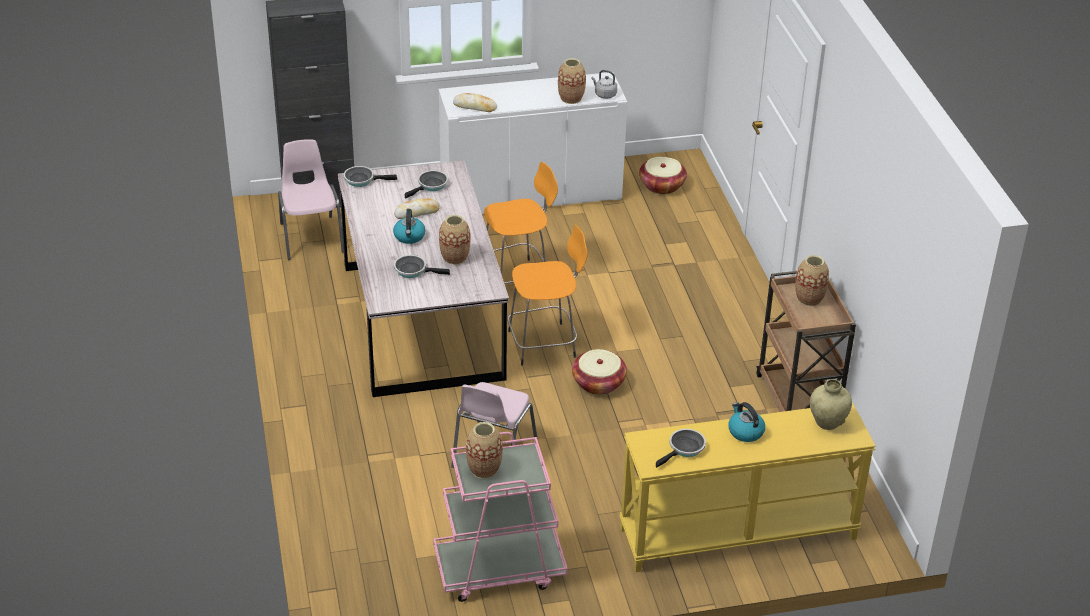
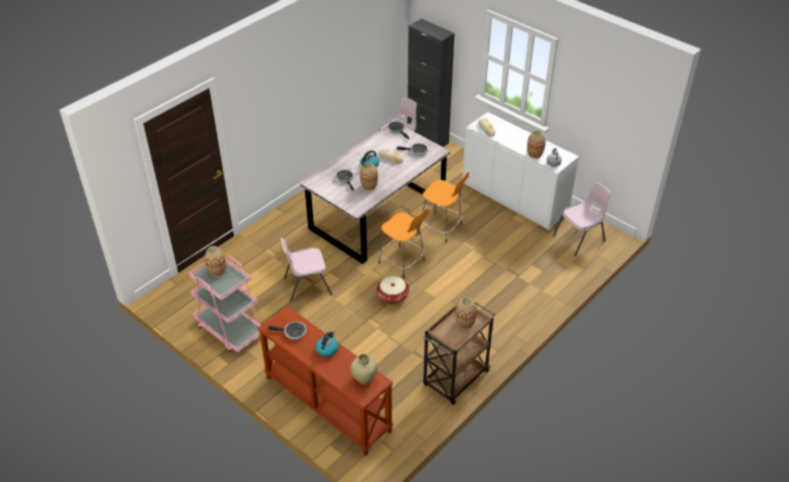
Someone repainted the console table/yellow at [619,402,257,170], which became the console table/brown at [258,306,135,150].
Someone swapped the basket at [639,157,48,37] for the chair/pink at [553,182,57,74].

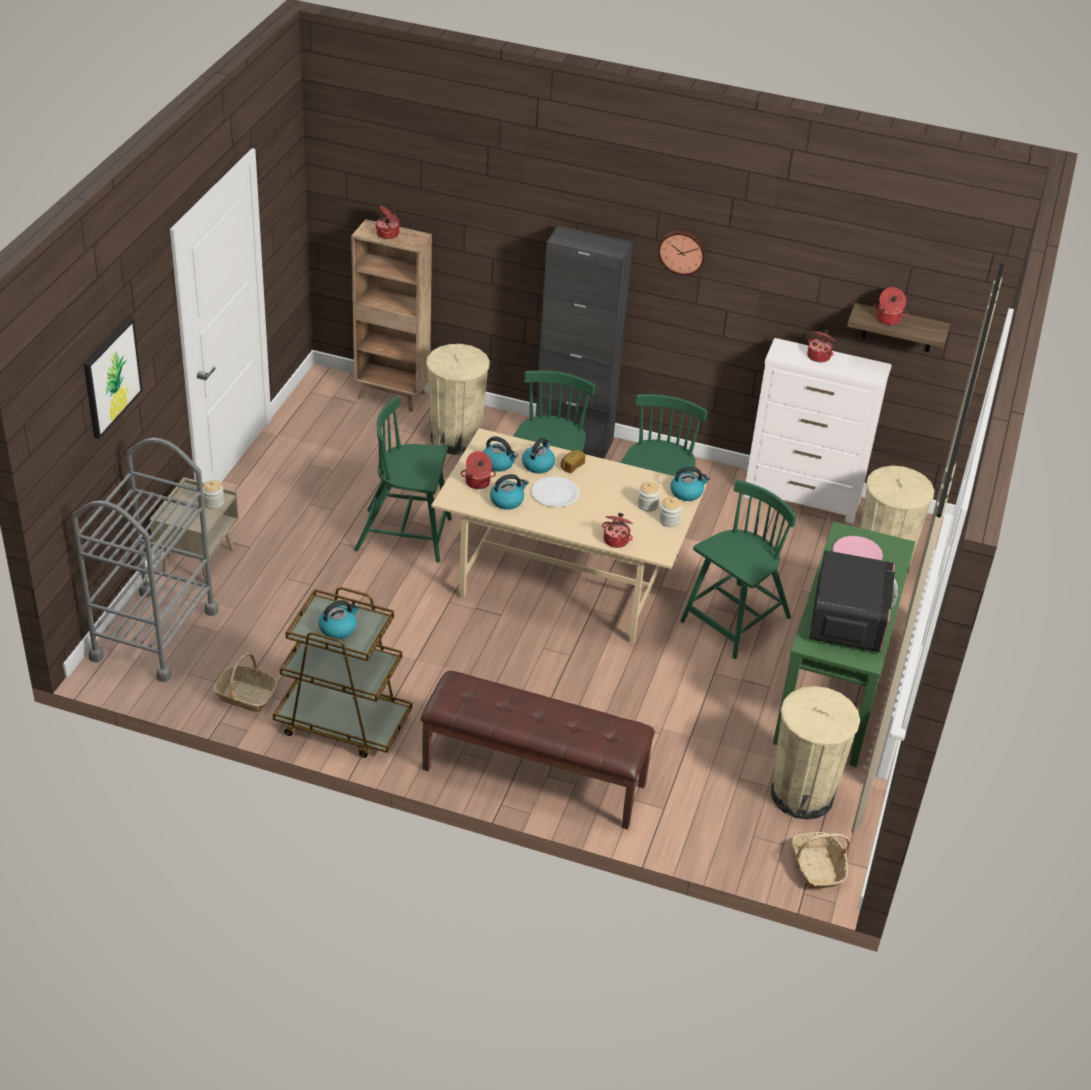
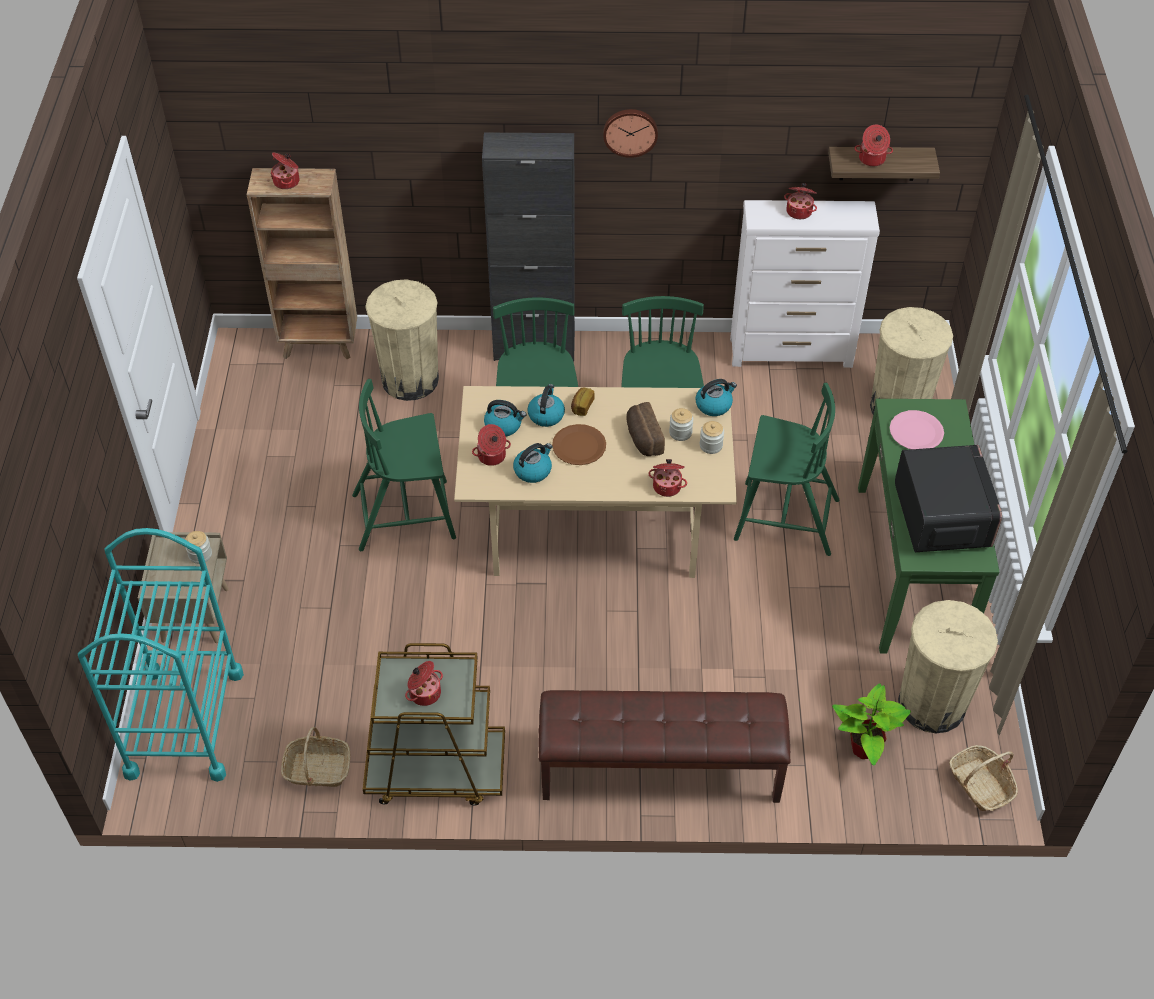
Someone repainted the cart/grey at [71,438,148,244], which became the cart/turquoise at [78,528,166,254].
Someone took away the picture at [84,317,59,122].
Someone swapped the kettle at [319,600,41,39] for the cooking pot at [405,661,38,45].
Someone repainted the plate/white at [531,476,49,31], which became the plate/brown at [552,424,54,41].
Someone rotated the chair/green at [680,480,117,179] by 75 degrees clockwise.
Someone put down the bread at [626,402,39,54].
Someone put down the potted plant at [832,683,79,83].

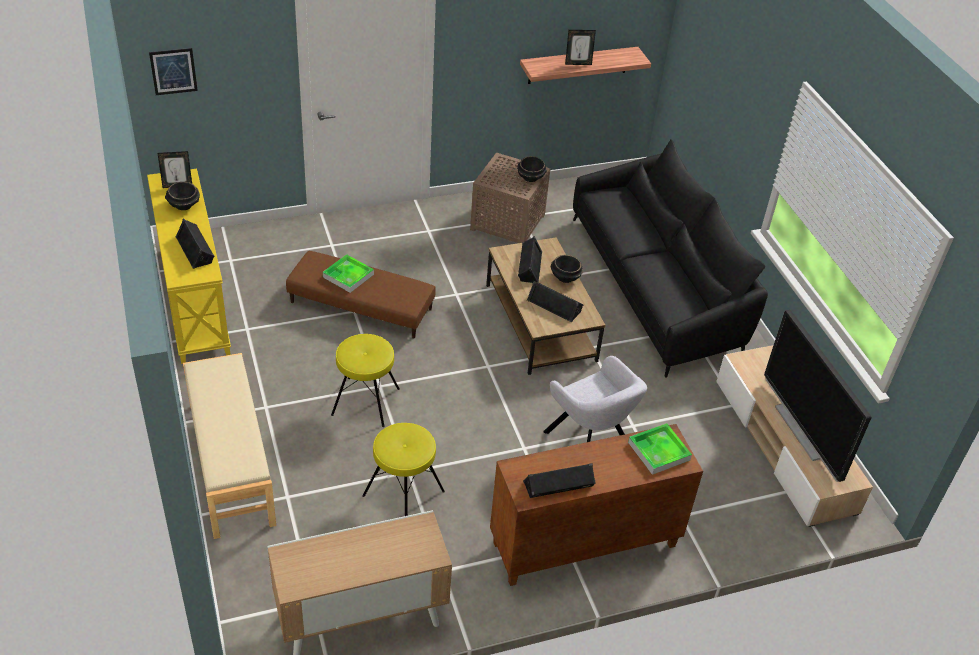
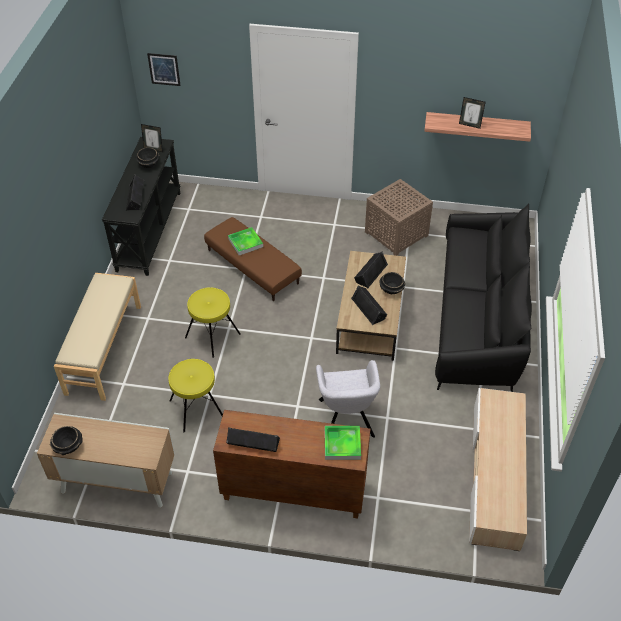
Someone repainted the console table/yellow at [147,169,84,195], which became the console table/black at [102,137,78,139].
Someone carried the bowl/black from [517,156,30,26] to [50,426,33,29].
Someone took away the television at [764,310,107,172].

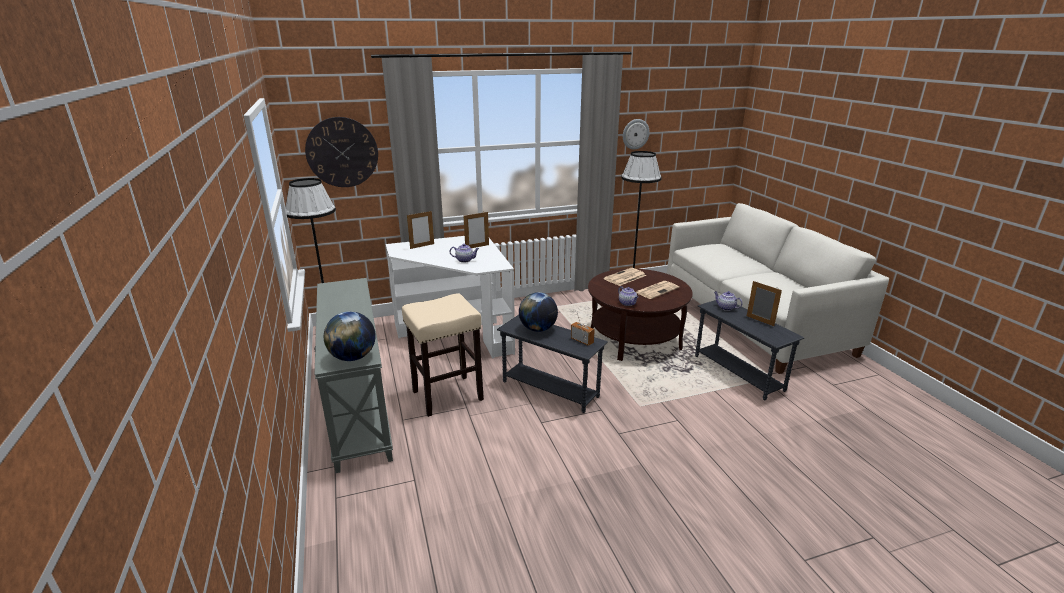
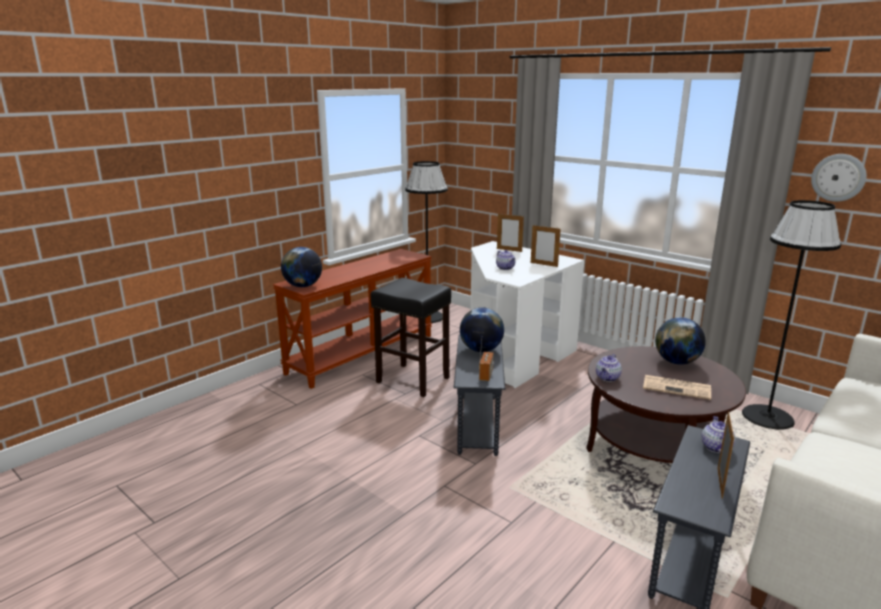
Someone took away the wall clock at [305,117,73,70].
Someone repainted the console table/grey at [315,278,78,195], which became the console table/brown at [273,249,159,140].
Someone repainted the stool/beige at [402,293,82,124], which became the stool/black at [370,278,81,119].
Someone swapped the newspaper at [604,268,42,18] for the globe at [655,317,51,48].

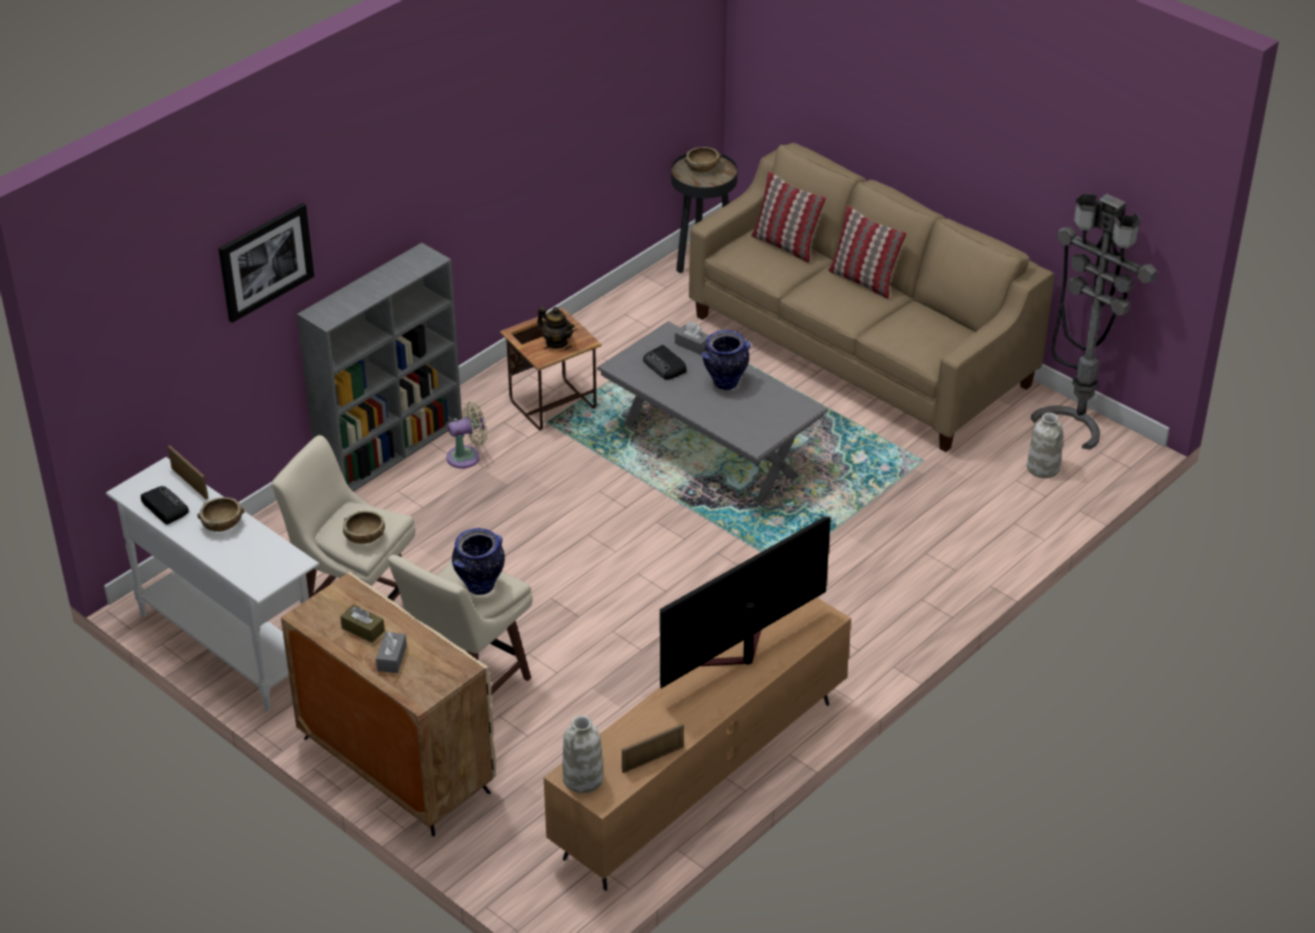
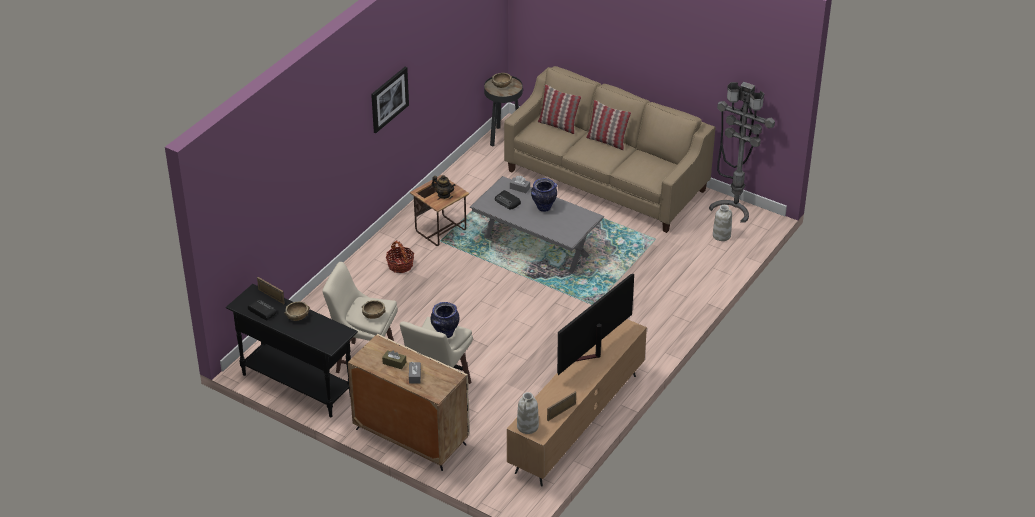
Someone repainted the console table/white at [106,457,213,254], which became the console table/black at [226,284,132,133].
Someone carried the picture from [218,203,96,120] to [371,66,38,67].
Someone took away the bookcase/grey at [297,243,165,249].
Someone swapped the fan/beige at [446,402,41,66] for the basket at [386,240,28,33].

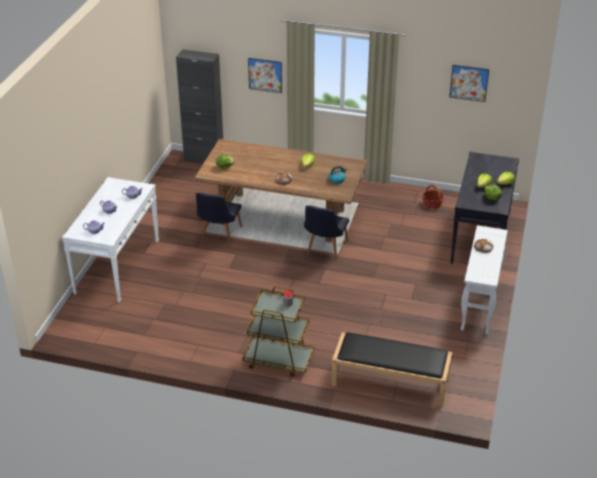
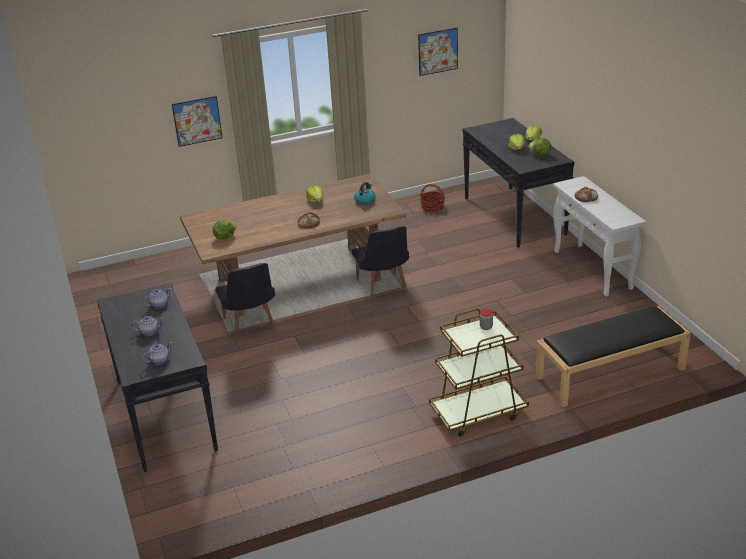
Someone repainted the console table/white at [62,177,97,126], which became the console table/black at [97,282,121,190].
Someone took away the cabinet/black at [176,49,47,115].

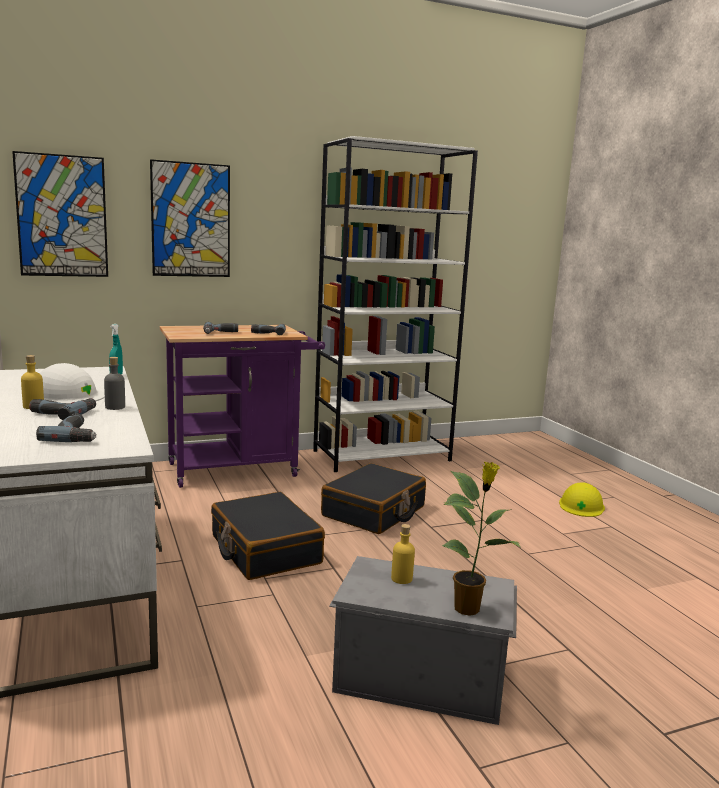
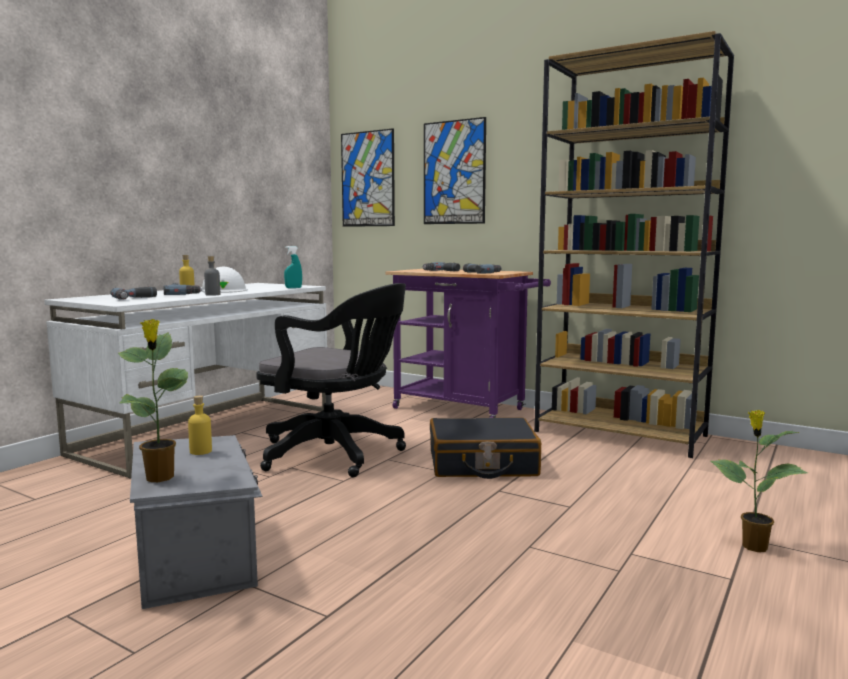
Someone swapped the suitcase/black at [211,492,114,88] for the office chair/black at [257,283,149,194].
Someone repainted the bookcase/white at [313,136,165,336], which became the bookcase/brown at [534,31,200,427].
Someone swapped the hard hat/yellow at [559,482,46,35] for the potted plant at [710,410,98,142].

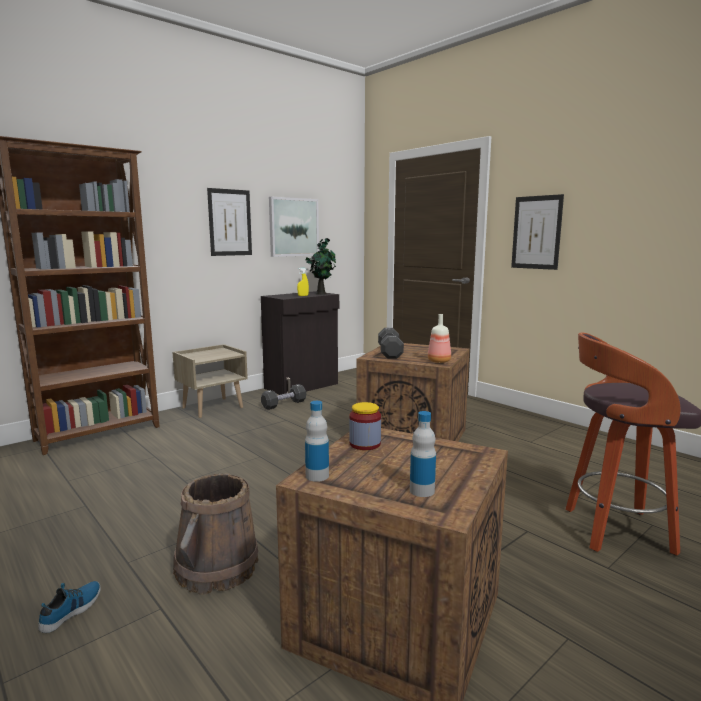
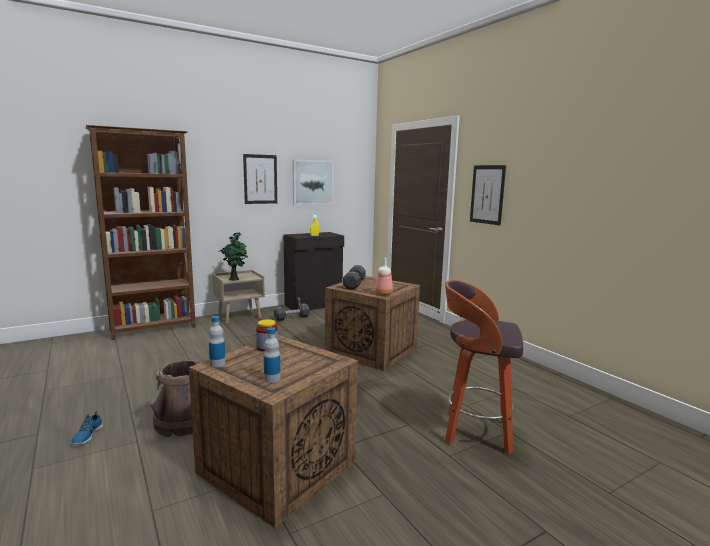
Someone rotated the shoe at [38,581,63,52] by 150 degrees clockwise.
Someone carried the potted plant from [305,238,32,57] to [220,232,28,49].

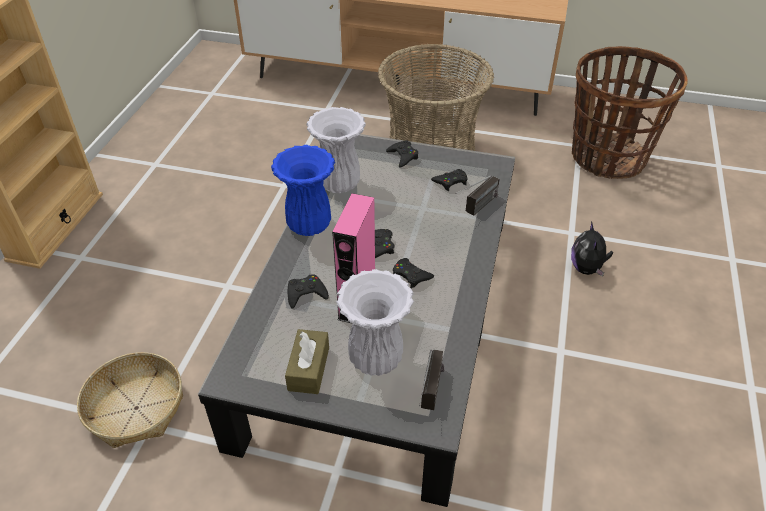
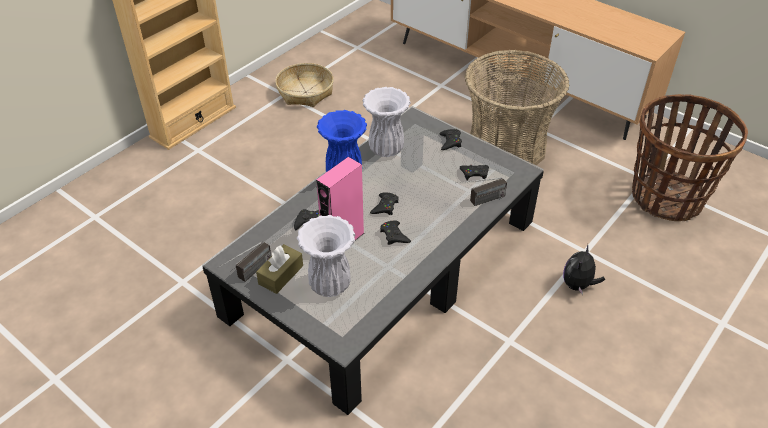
Someone carried the basket from [77,352,106,96] to [275,63,59,44].
Someone carried the radio from [419,350,26,60] to [218,242,53,40].

